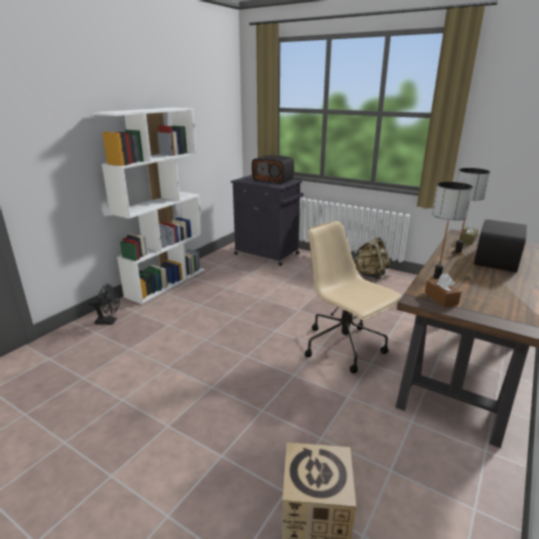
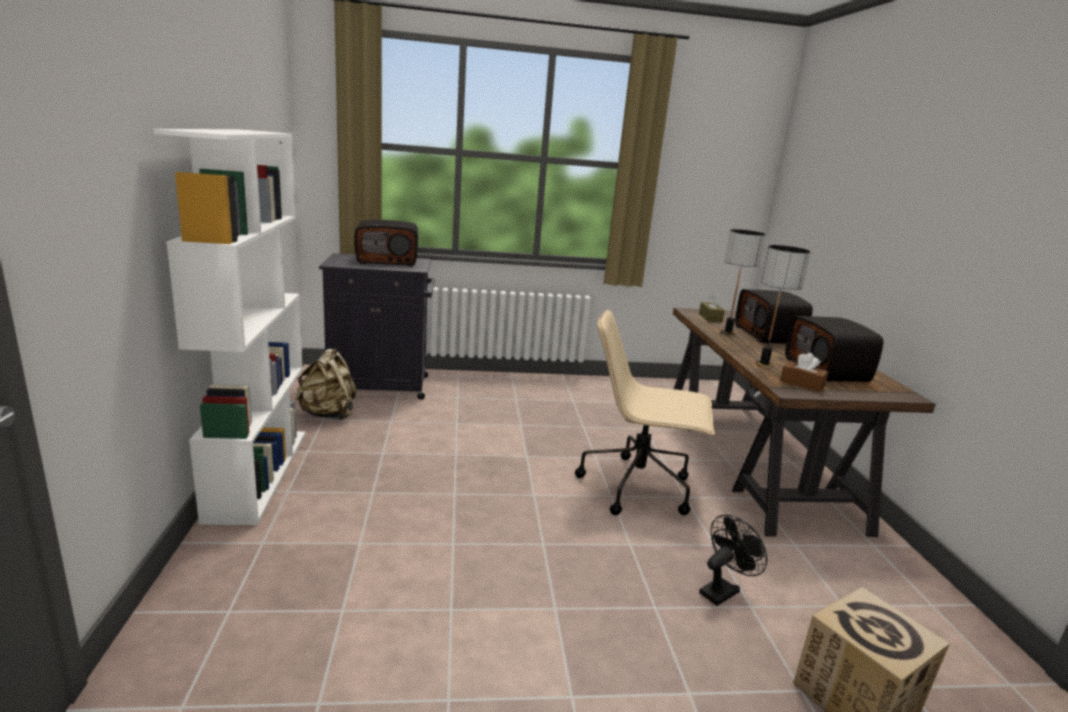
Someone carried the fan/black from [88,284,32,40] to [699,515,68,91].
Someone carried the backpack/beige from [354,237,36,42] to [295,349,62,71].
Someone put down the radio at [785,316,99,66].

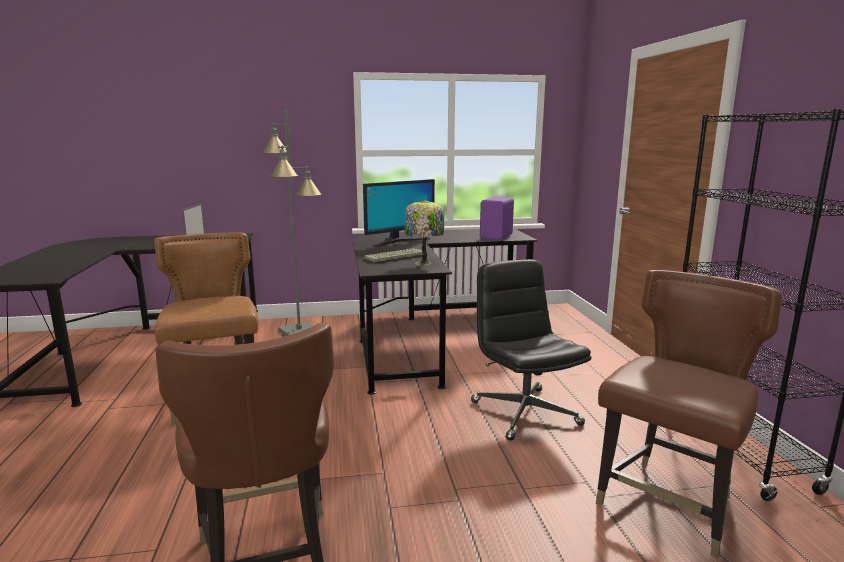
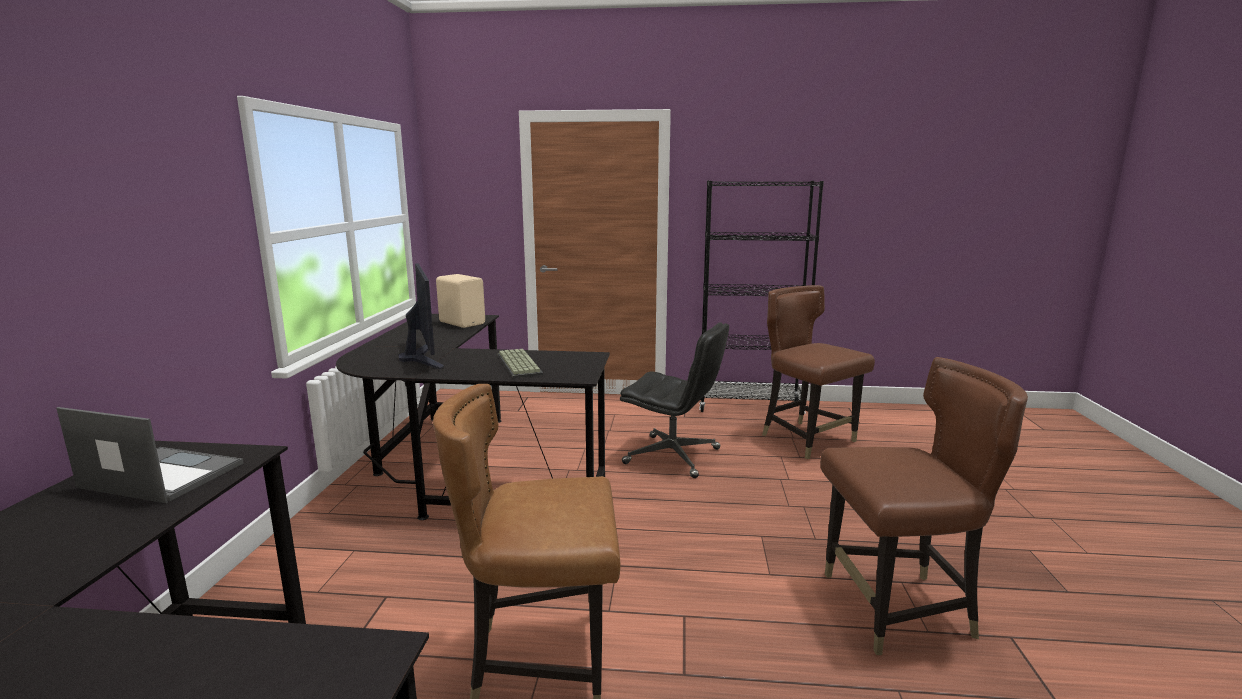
Someone took away the floor lamp/grey at [262,110,59,226].
Someone took away the table lamp at [405,200,40,66].
Someone rotated the office chair/black at [471,259,120,182] by 150 degrees counterclockwise.
Someone repainted the speaker/purple at [480,197,34,43], which became the speaker/beige at [436,274,49,54].

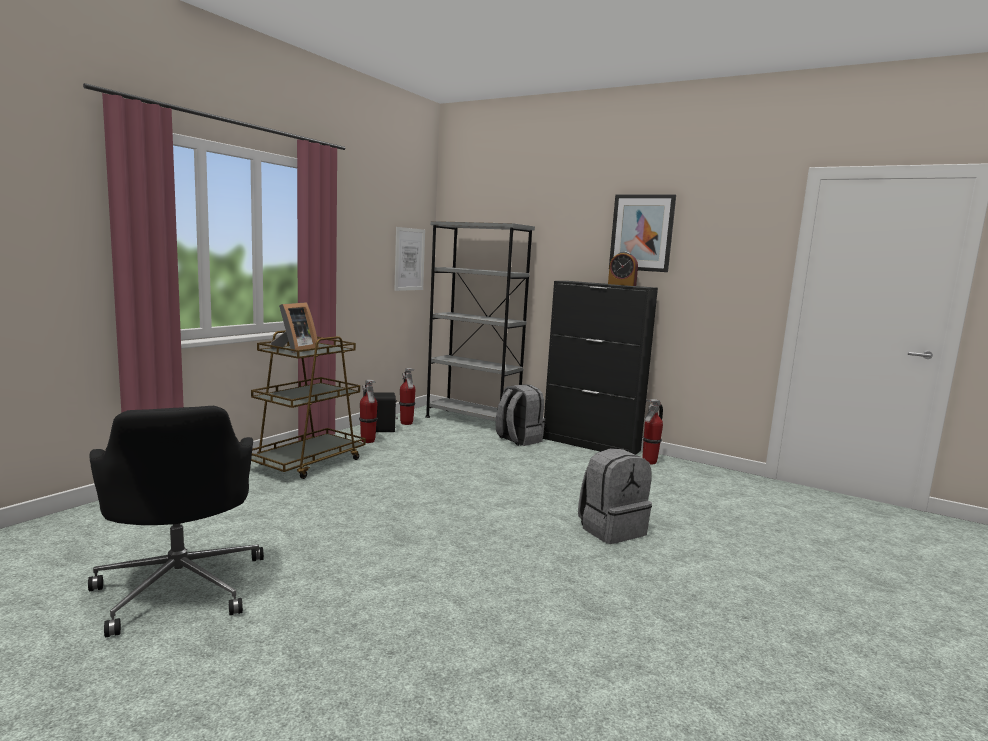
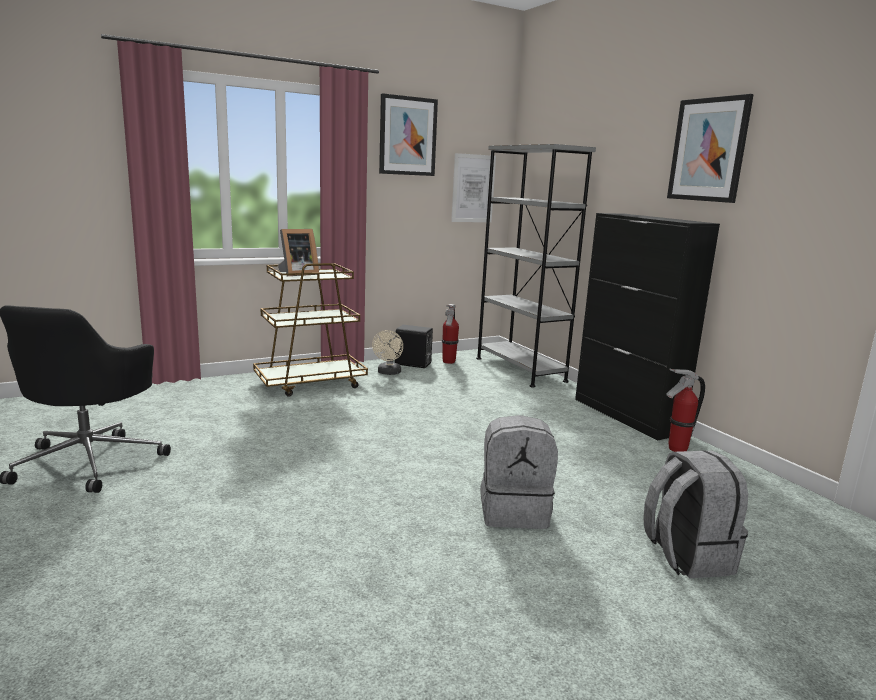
Someone swapped the fire extinguisher at [359,380,19,63] for the fan/beige at [372,330,31,45].
Someone carried the backpack/grey from [496,384,49,62] to [643,450,105,128].
Someone took away the alarm clock at [608,252,30,34].
Someone put up the picture at [379,93,59,83].

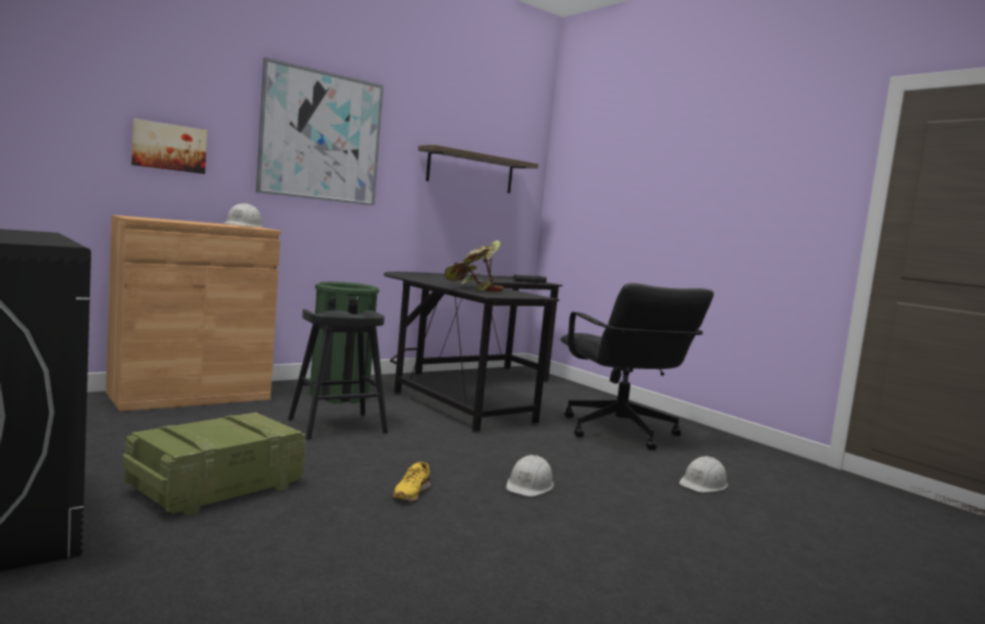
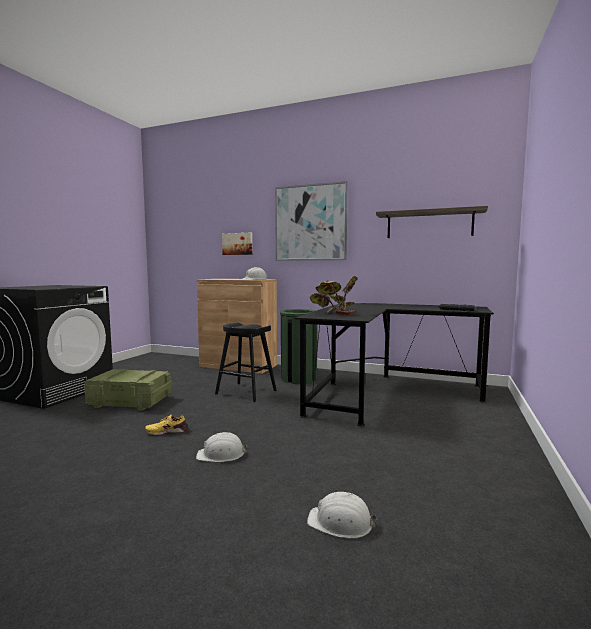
Someone took away the office chair/black at [560,283,154,167].

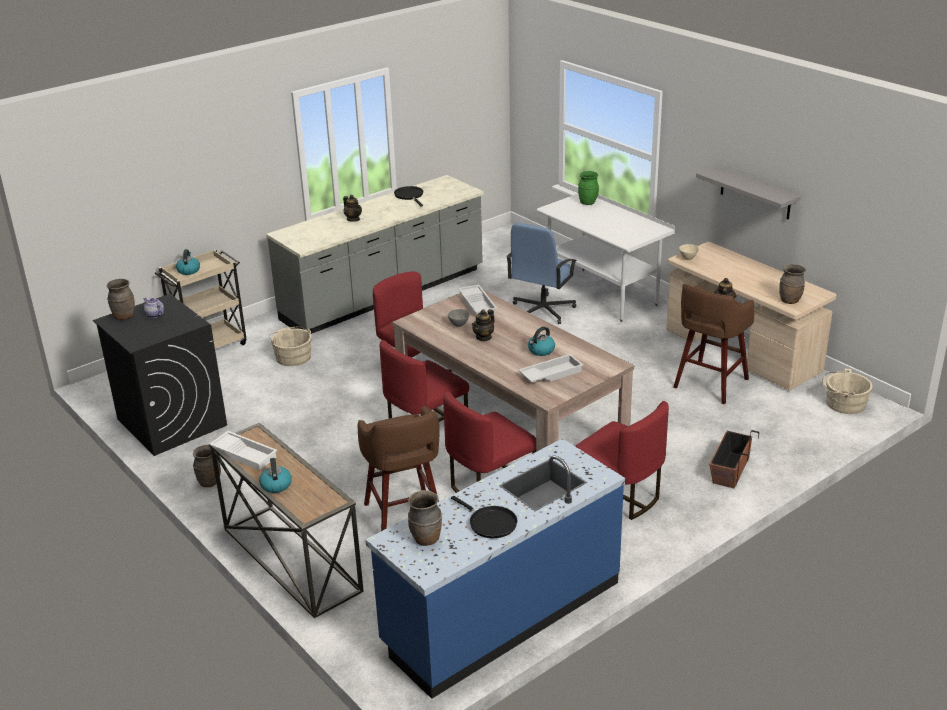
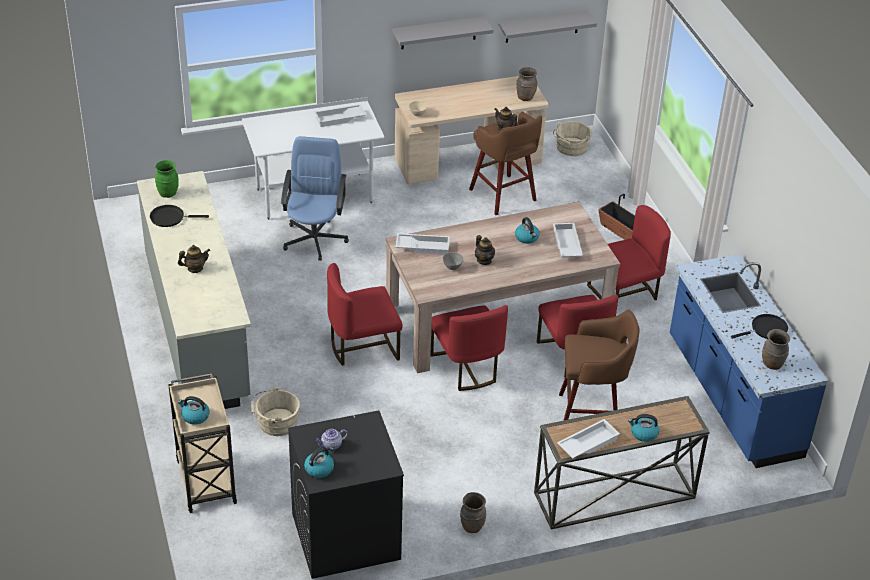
Someone swapped the vase/brown at [107,279,28,41] for the kettle at [304,447,30,31].
Someone rotated the office chair/blue at [506,223,71,101] by 135 degrees counterclockwise.
Someone carried the vase/green from [578,171,21,34] to [155,160,24,38].
Someone put down the tray/white at [315,104,51,23].
Someone put up the shelf/grey at [498,10,99,33].

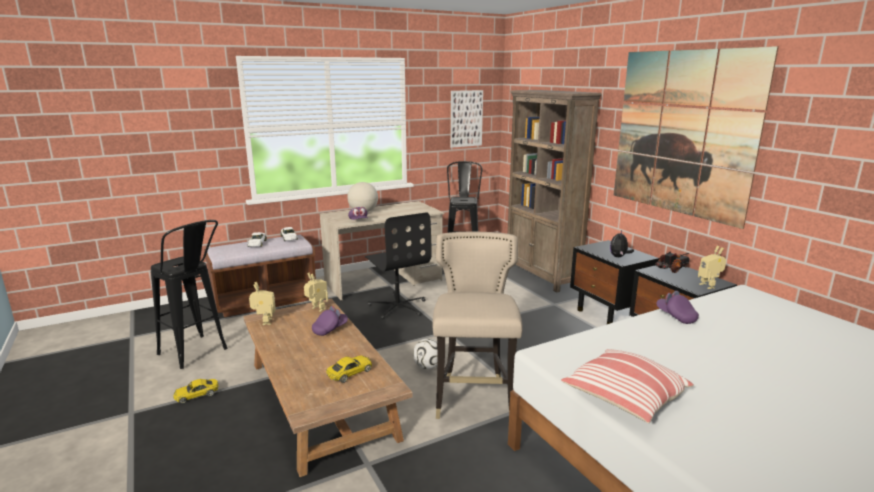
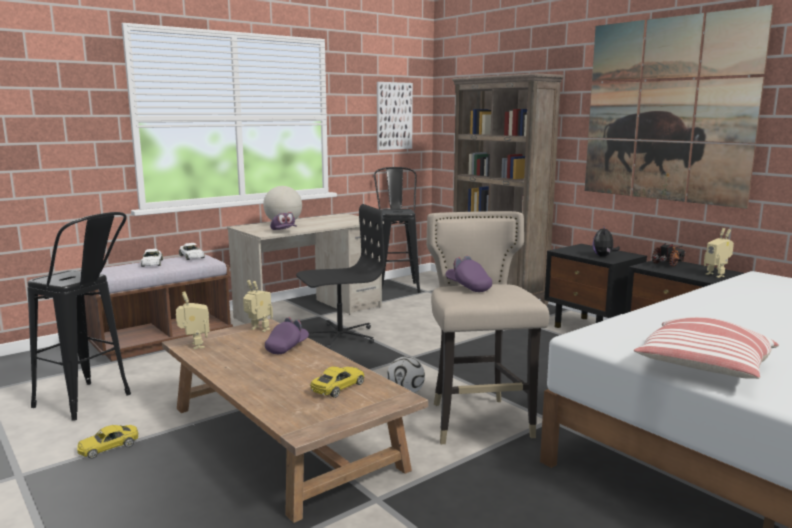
Someone rotated the office chair/black at [365,212,67,107] by 75 degrees counterclockwise.
Someone carried the cap/purple from [656,291,43,33] to [445,256,47,36].

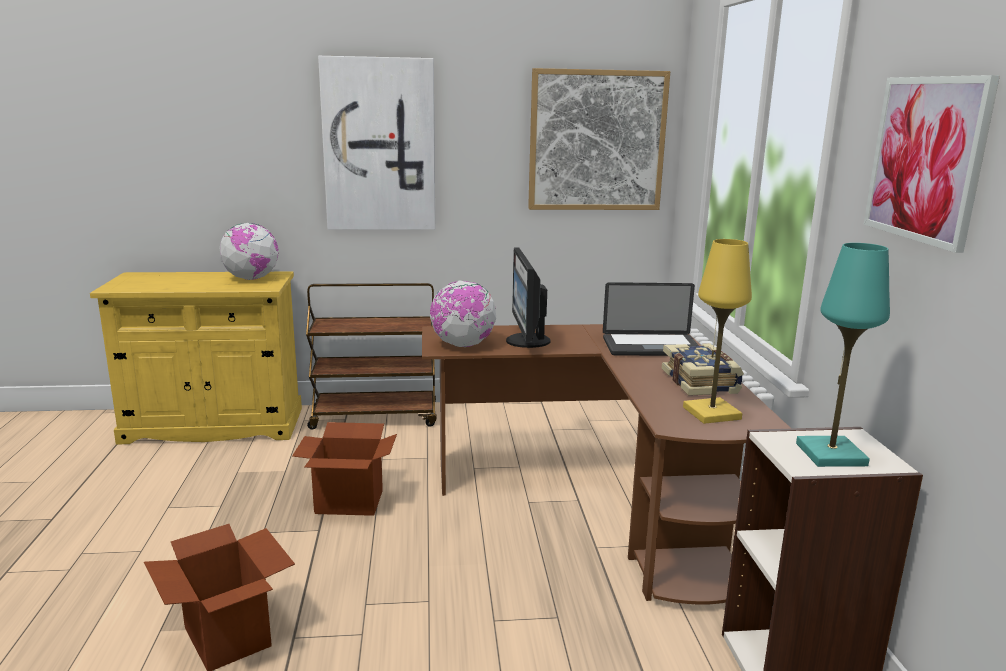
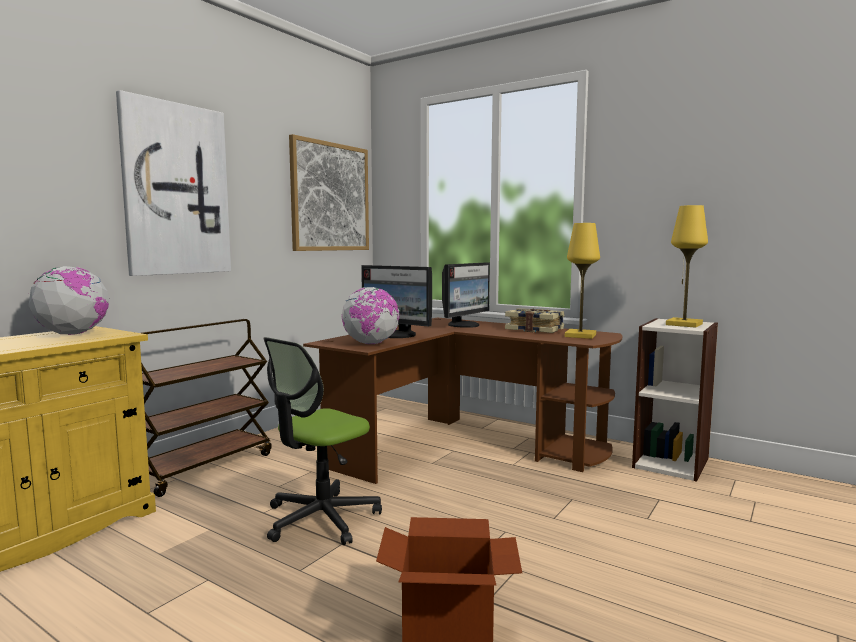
Someone swapped the cardboard box at [292,422,105,94] for the office chair at [263,337,119,208].
Someone swapped the laptop at [603,282,96,74] for the monitor at [442,262,48,66].
Someone repainted the table lamp/turquoise at [796,243,94,224], which became the table lamp/yellow at [666,205,42,123].
Someone took away the picture at [864,75,136,178].

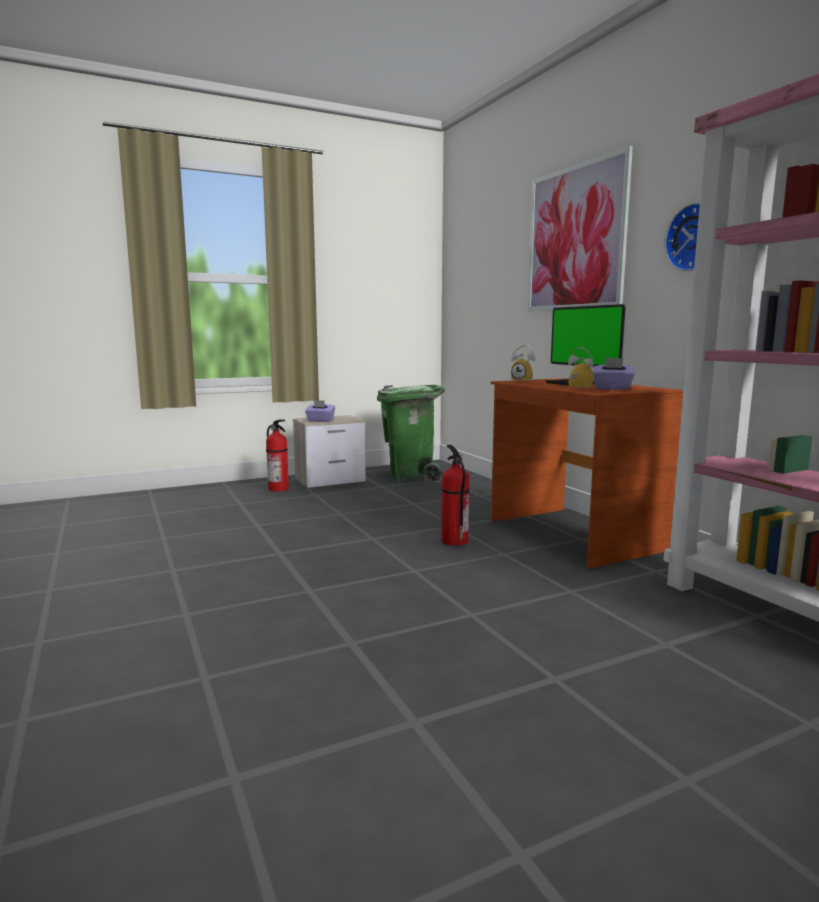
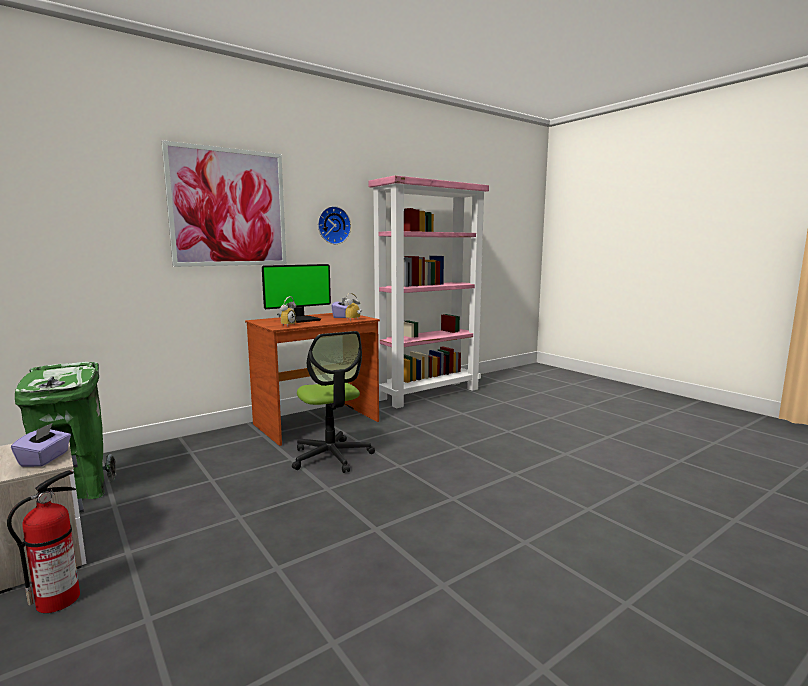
Someone swapped the fire extinguisher at [441,445,29,101] for the office chair at [292,331,83,142].

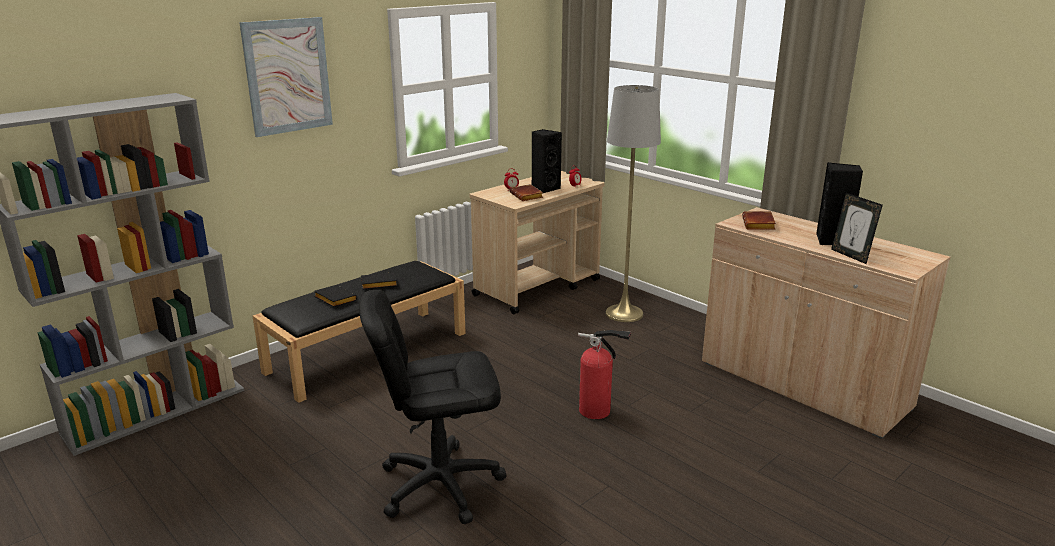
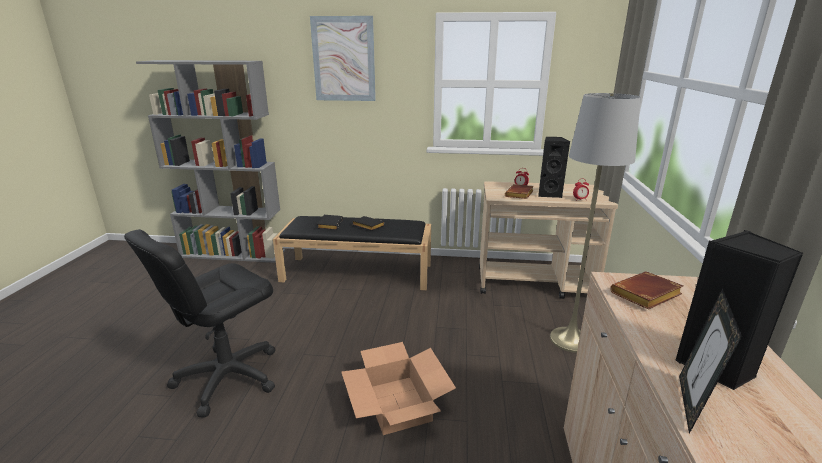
Someone rotated the office chair/black at [359,290,148,234] by 90 degrees counterclockwise.
Someone swapped the fire extinguisher at [578,330,53,89] for the cardboard box at [341,342,115,93].

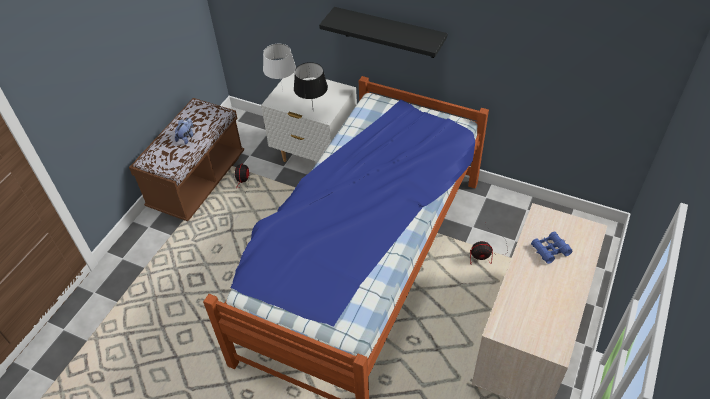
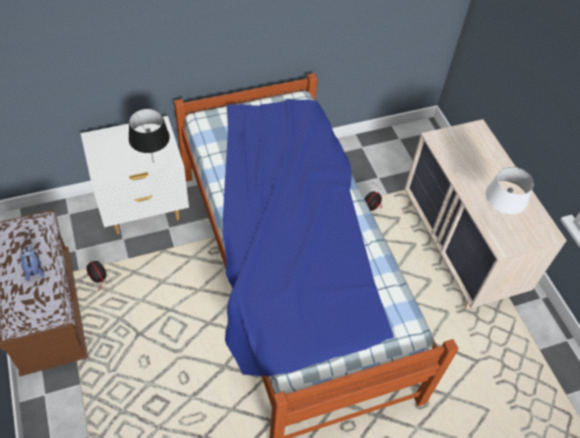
Someone carried the table lamp/white from [263,44,33,46] to [485,167,49,53].
Someone took away the shelf/black at [319,7,129,51].
Someone took away the binoculars/blue at [531,231,41,33].

